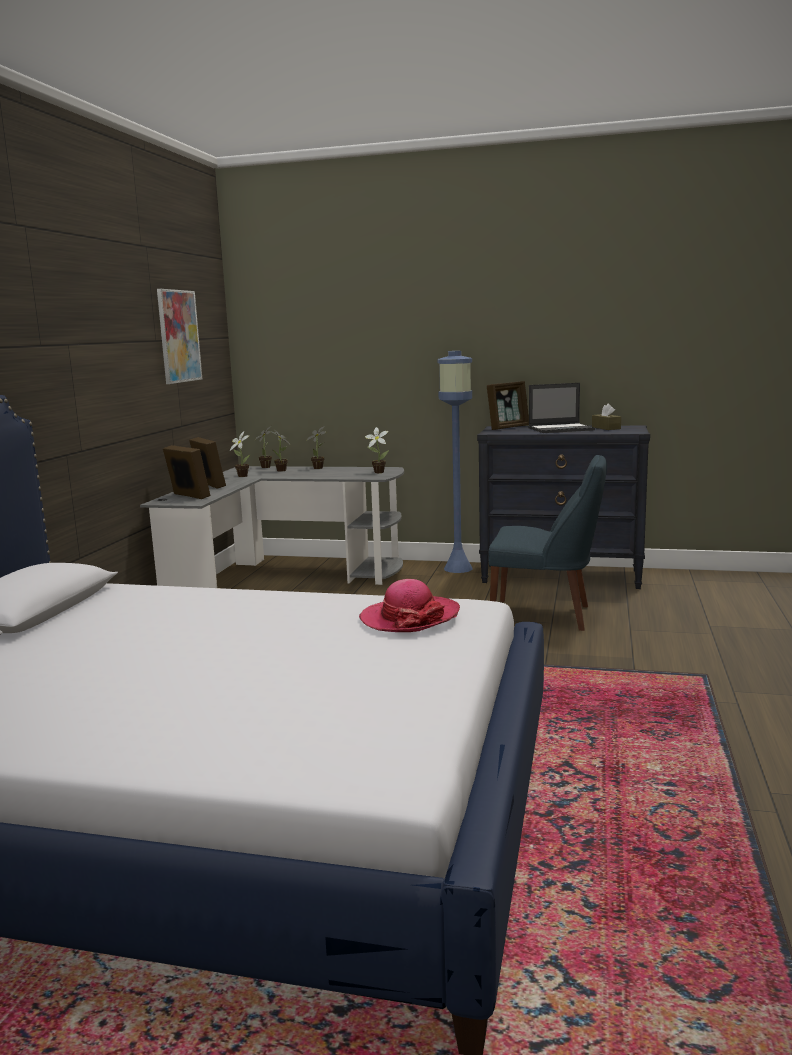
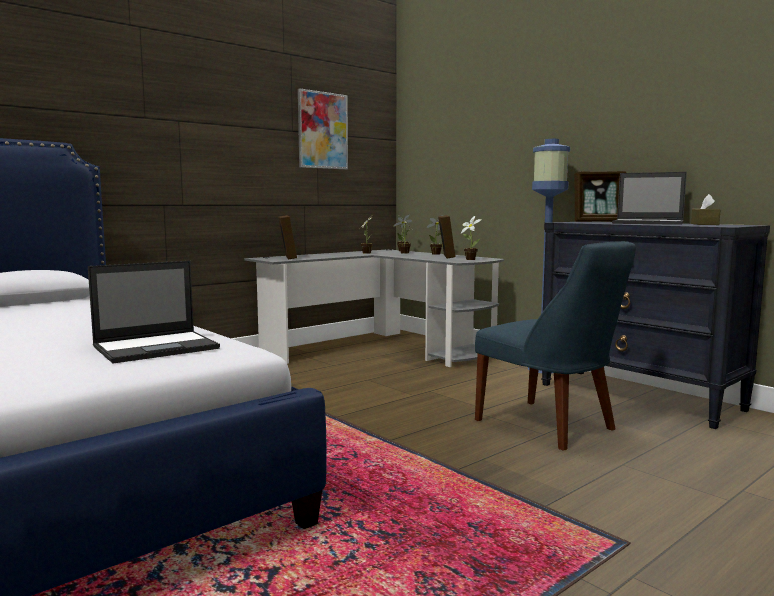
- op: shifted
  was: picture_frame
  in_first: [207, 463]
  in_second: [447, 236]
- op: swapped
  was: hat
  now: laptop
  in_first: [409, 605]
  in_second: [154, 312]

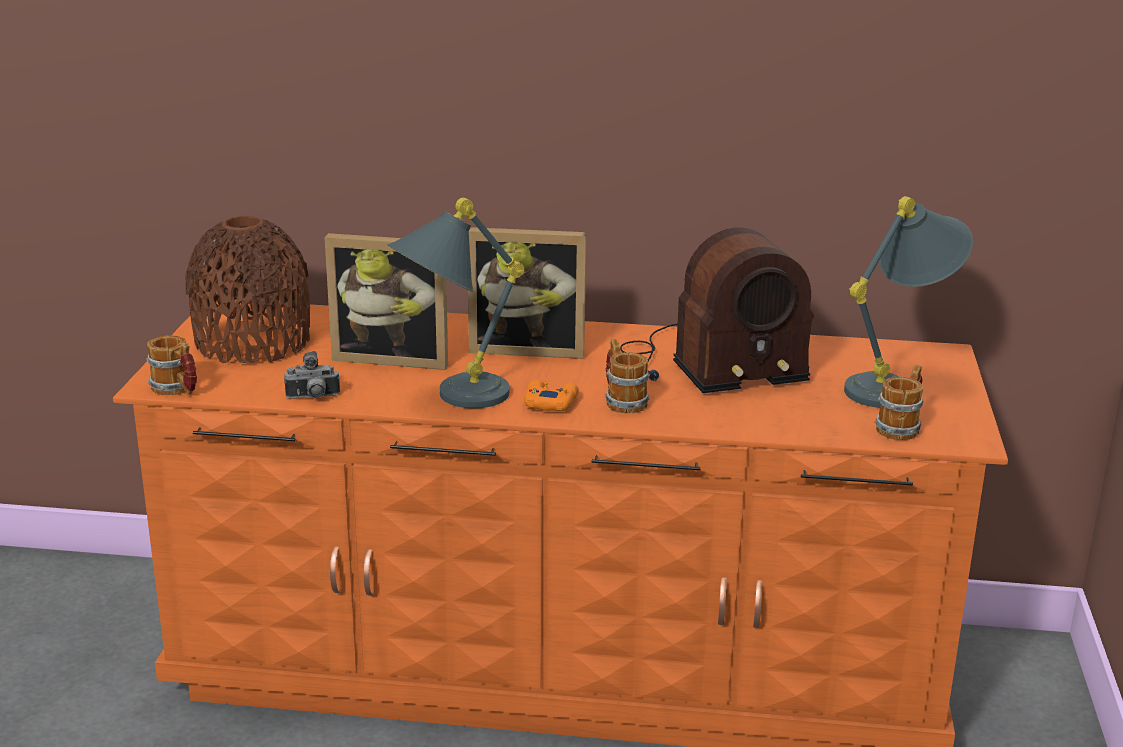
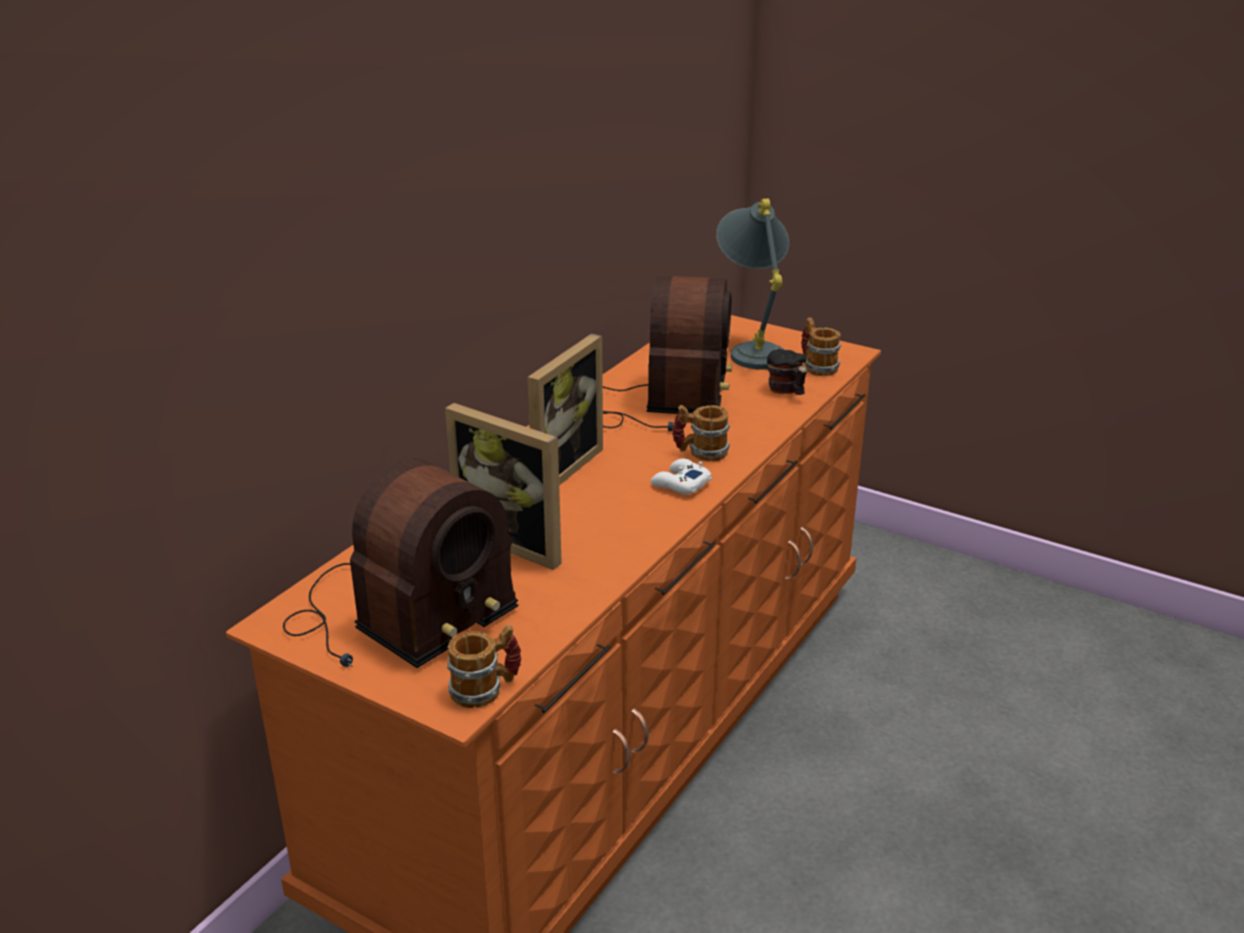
- op: swapped
  was: brown_vase
  now: radio
  in_first: [247, 290]
  in_second: [400, 563]
- op: gone
  was: photo_camera
  in_first: [312, 375]
- op: rotated
  was: picture_frame
  in_first: [386, 301]
  in_second: [503, 486]
  clockwise: 90
- op: gone
  was: grey_table_lamp
  in_first: [455, 303]
- op: repainted
  was: orange_game_controller
  now: white_game_controller
  in_first: [551, 395]
  in_second: [681, 477]
- op: new
  now: mug
  in_second: [787, 372]

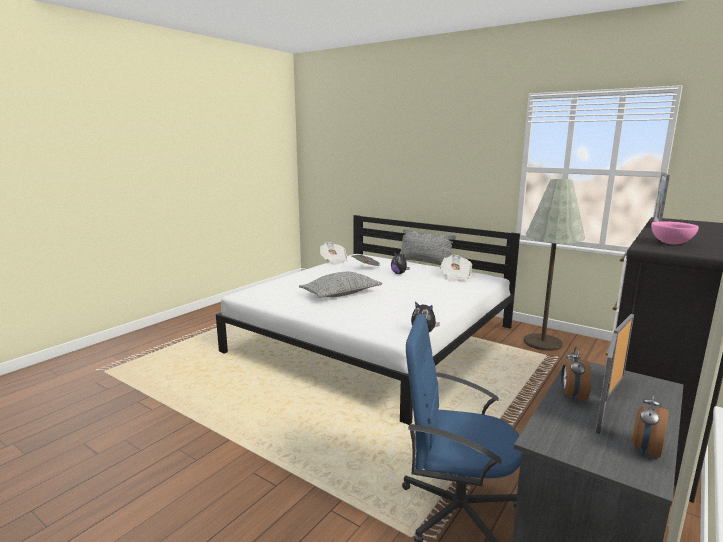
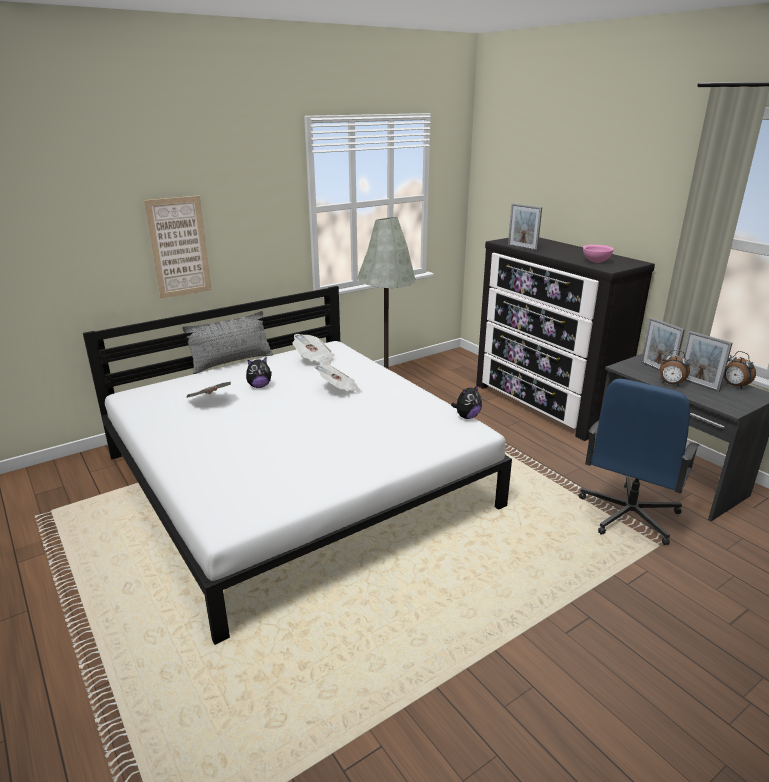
- op: gone
  was: grey_pillow
  in_first: [340, 285]
- op: shifted
  was: newspaper
  in_first: [334, 253]
  in_second: [338, 378]
- op: new
  now: picture
  in_second: [177, 247]

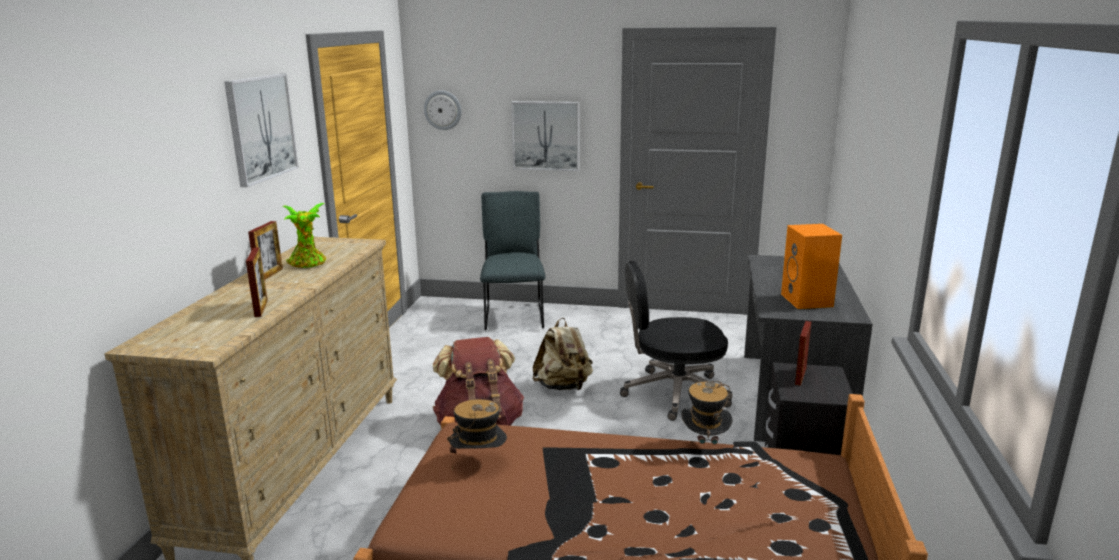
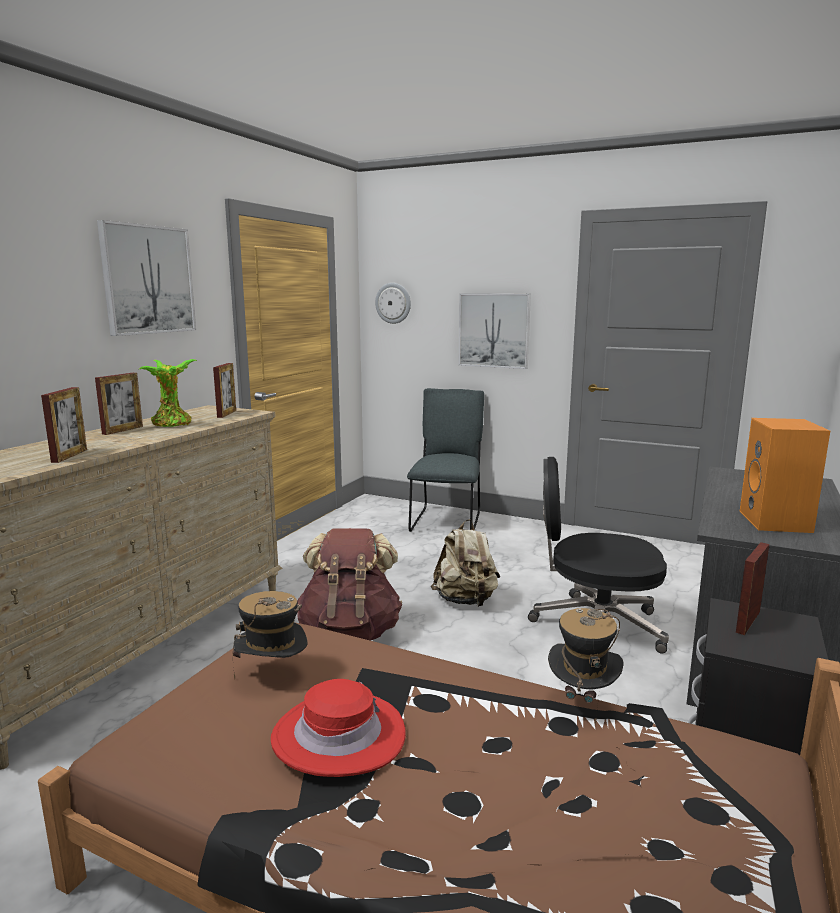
- op: new
  now: picture_frame
  in_second: [224, 390]
- op: new
  now: red_hat
  in_second: [338, 728]

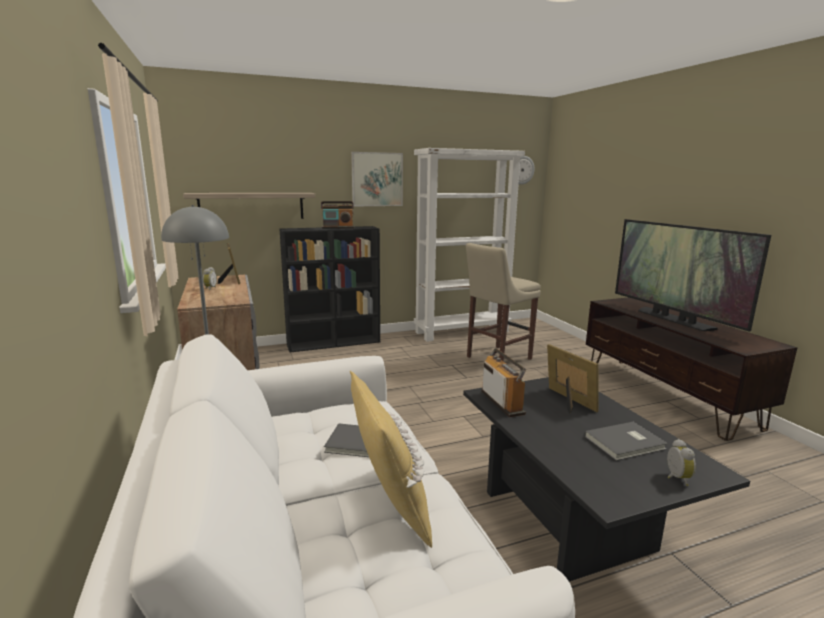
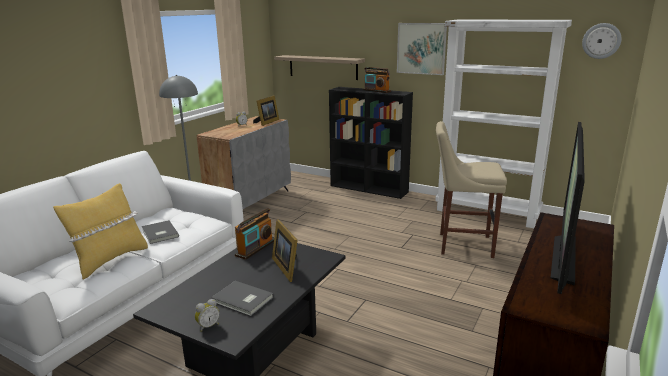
- op: rotated
  was: picture_frame
  in_first: [572, 379]
  in_second: [285, 250]
  clockwise: 135

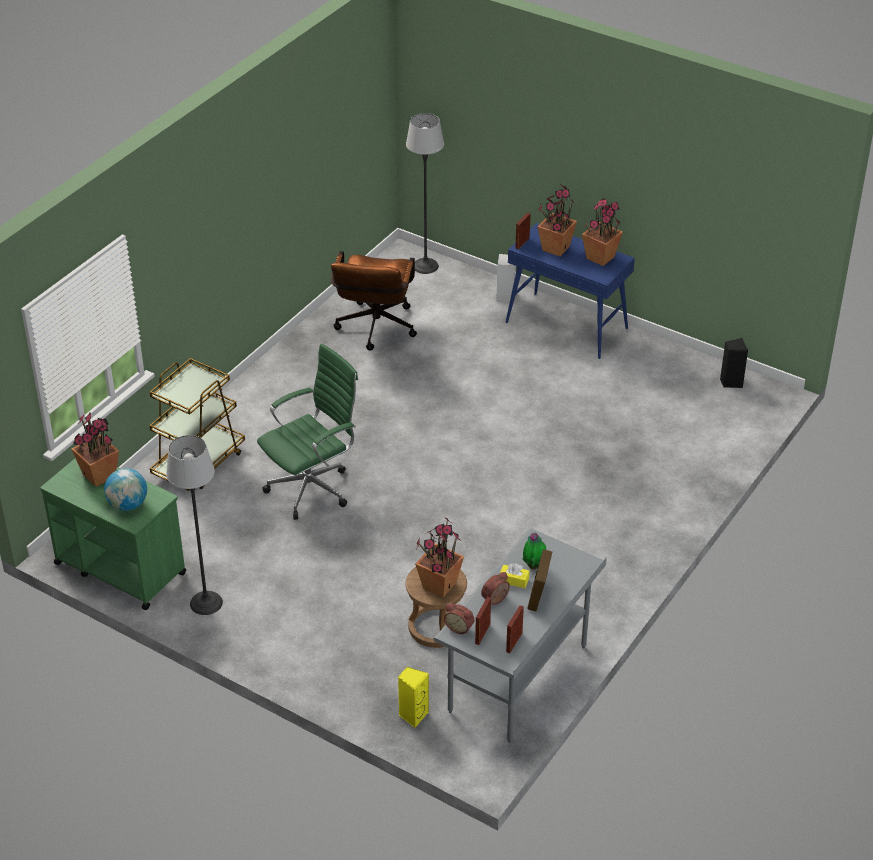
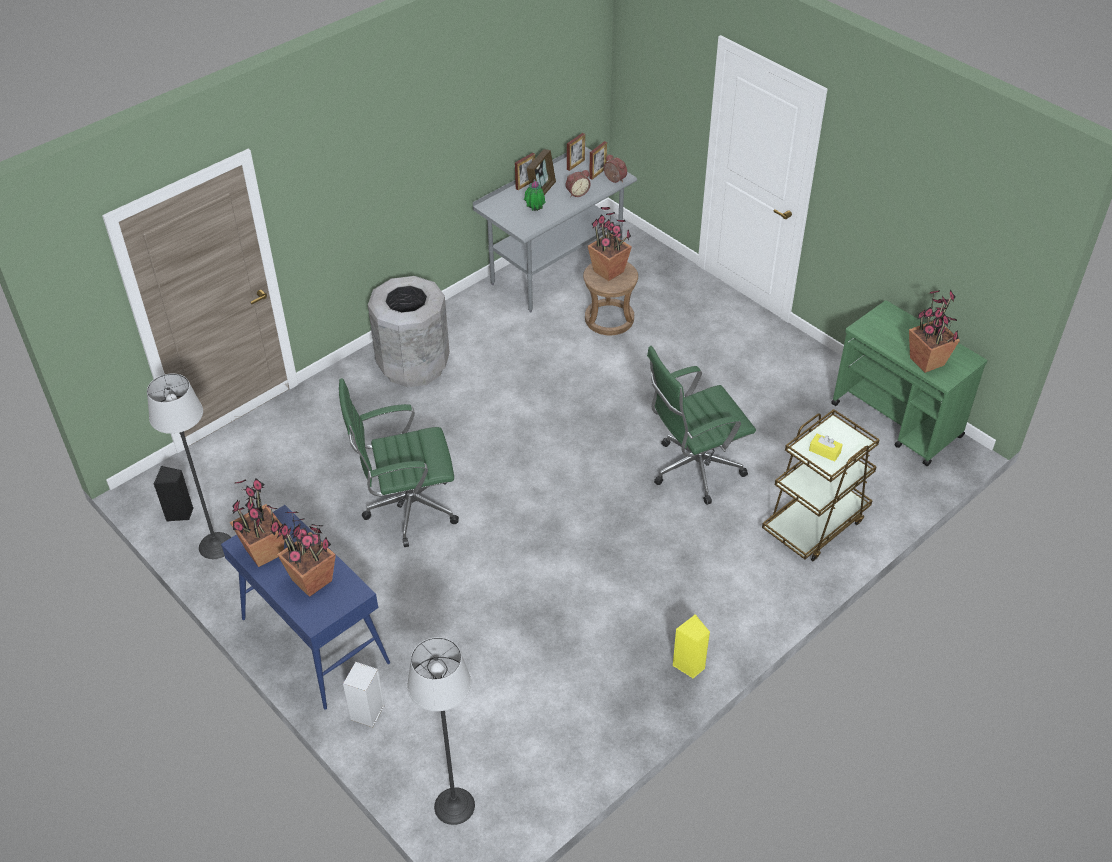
- op: gone
  was: globe
  in_first: [125, 489]
- op: shifted
  was: floor_lamp
  in_first: [194, 525]
  in_second: [189, 466]
- op: gone
  was: brown_office_chair
  in_first: [374, 301]
- op: shifted
  was: yellow_speaker
  in_first: [413, 697]
  in_second: [691, 646]
- op: shifted
  was: yellow_tissue_box
  in_first: [514, 575]
  in_second: [826, 448]
- op: shifted
  was: picture_frame
  in_first: [523, 231]
  in_second: [525, 171]
- op: new
  now: green_office_chair
  in_second: [399, 462]
- op: new
  now: grey_trash_can
  in_second: [409, 331]

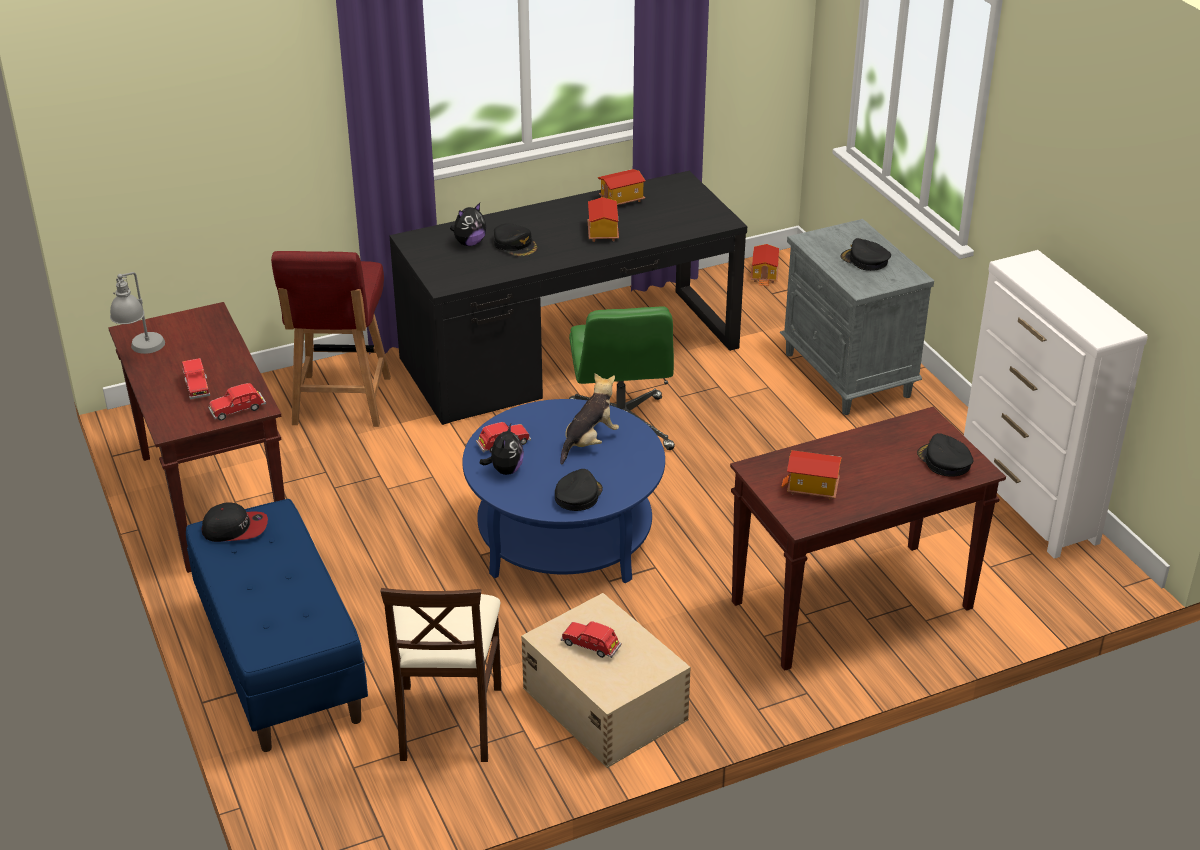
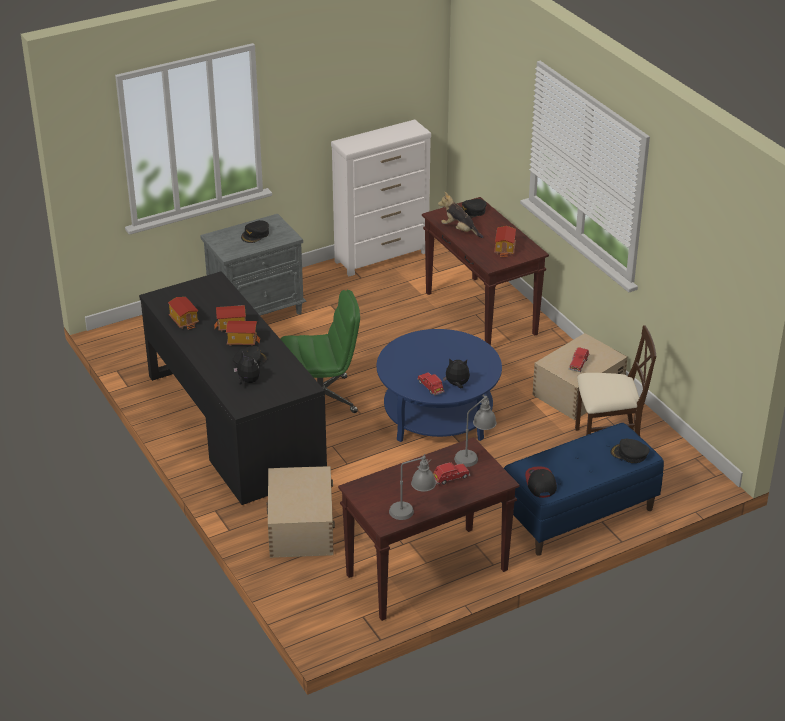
- op: swapped
  was: red_toy_car
  now: grey_table_lamp
  in_first: [237, 402]
  in_second: [475, 430]
- op: swapped
  was: red_chair
  now: beige_storage_box
  in_first: [331, 339]
  in_second: [300, 512]
- op: shifted
  was: black_cap
  in_first: [579, 490]
  in_second: [630, 451]
- op: shifted
  was: plush_toy
  in_first: [589, 419]
  in_second: [460, 215]
- op: shifted
  was: toy_house
  in_first: [765, 265]
  in_second: [243, 333]

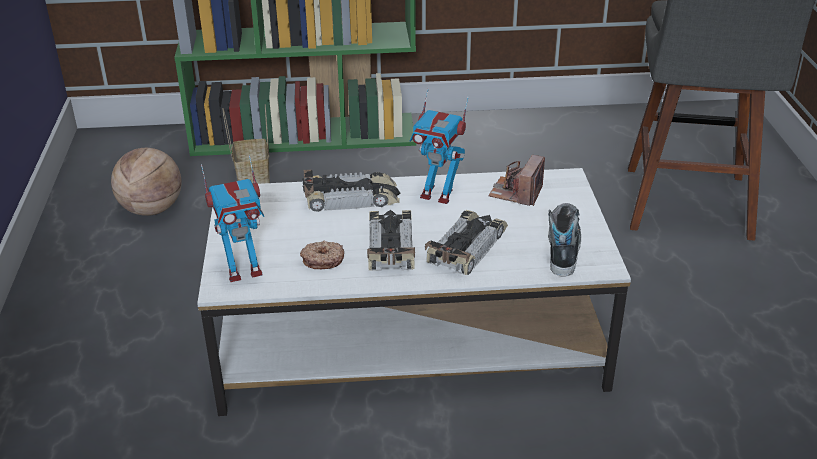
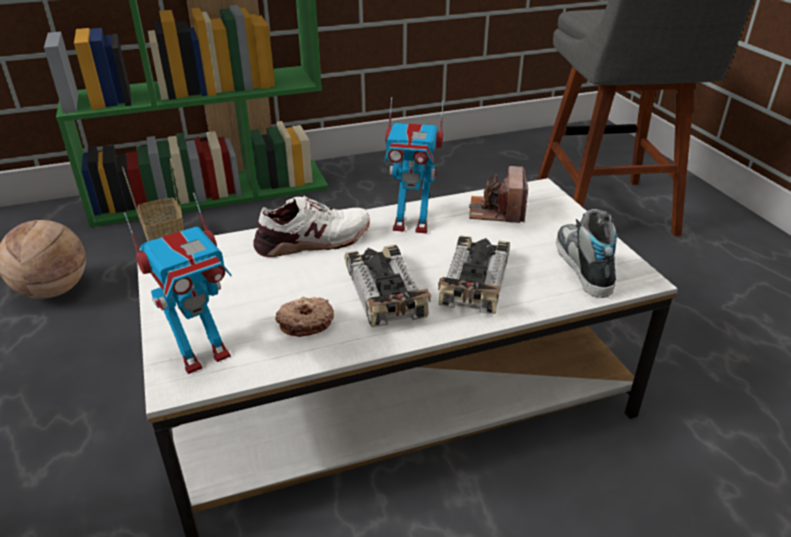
- op: swapped
  was: toy_car
  now: white_shoe
  in_first: [351, 191]
  in_second: [311, 226]

